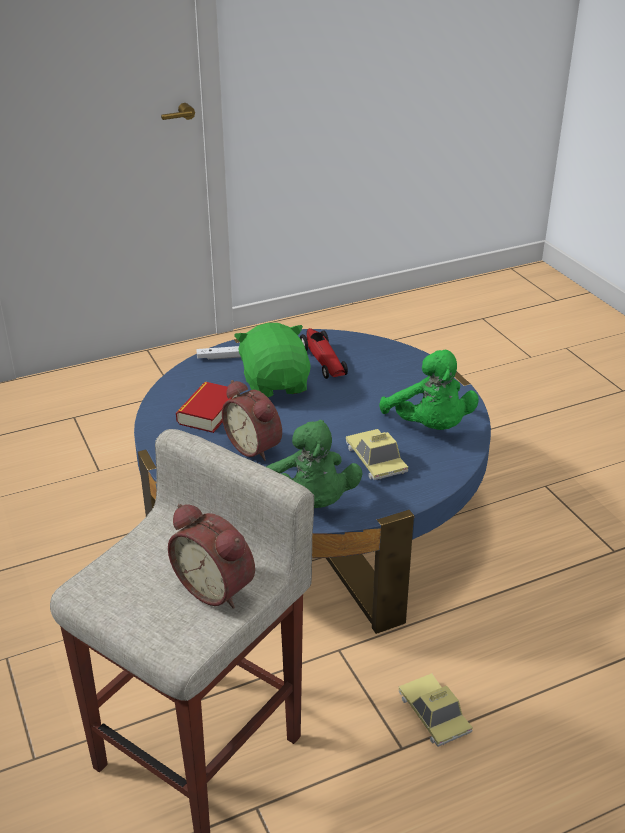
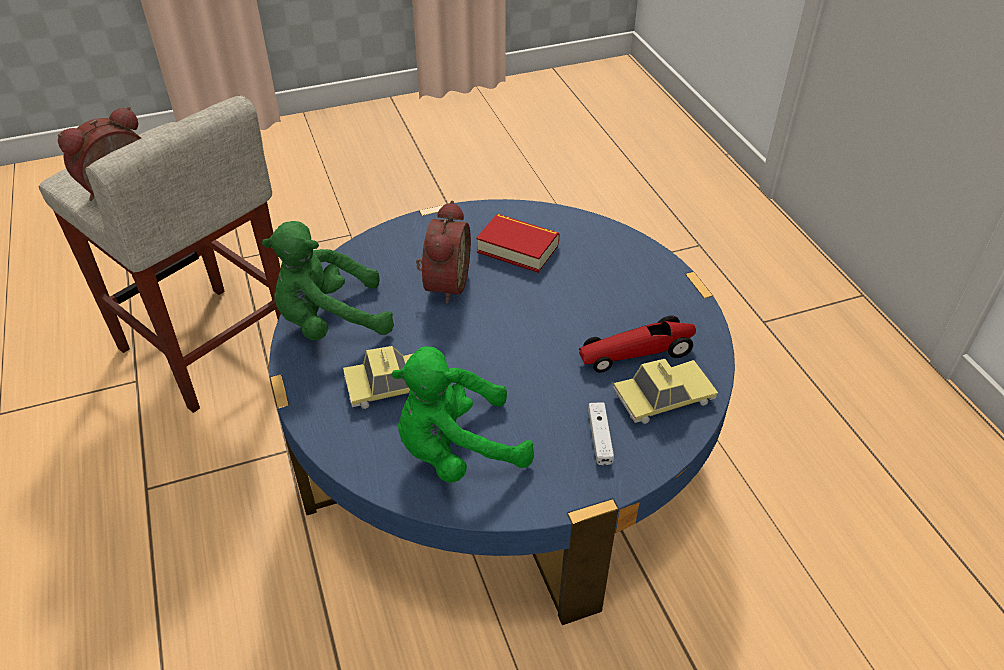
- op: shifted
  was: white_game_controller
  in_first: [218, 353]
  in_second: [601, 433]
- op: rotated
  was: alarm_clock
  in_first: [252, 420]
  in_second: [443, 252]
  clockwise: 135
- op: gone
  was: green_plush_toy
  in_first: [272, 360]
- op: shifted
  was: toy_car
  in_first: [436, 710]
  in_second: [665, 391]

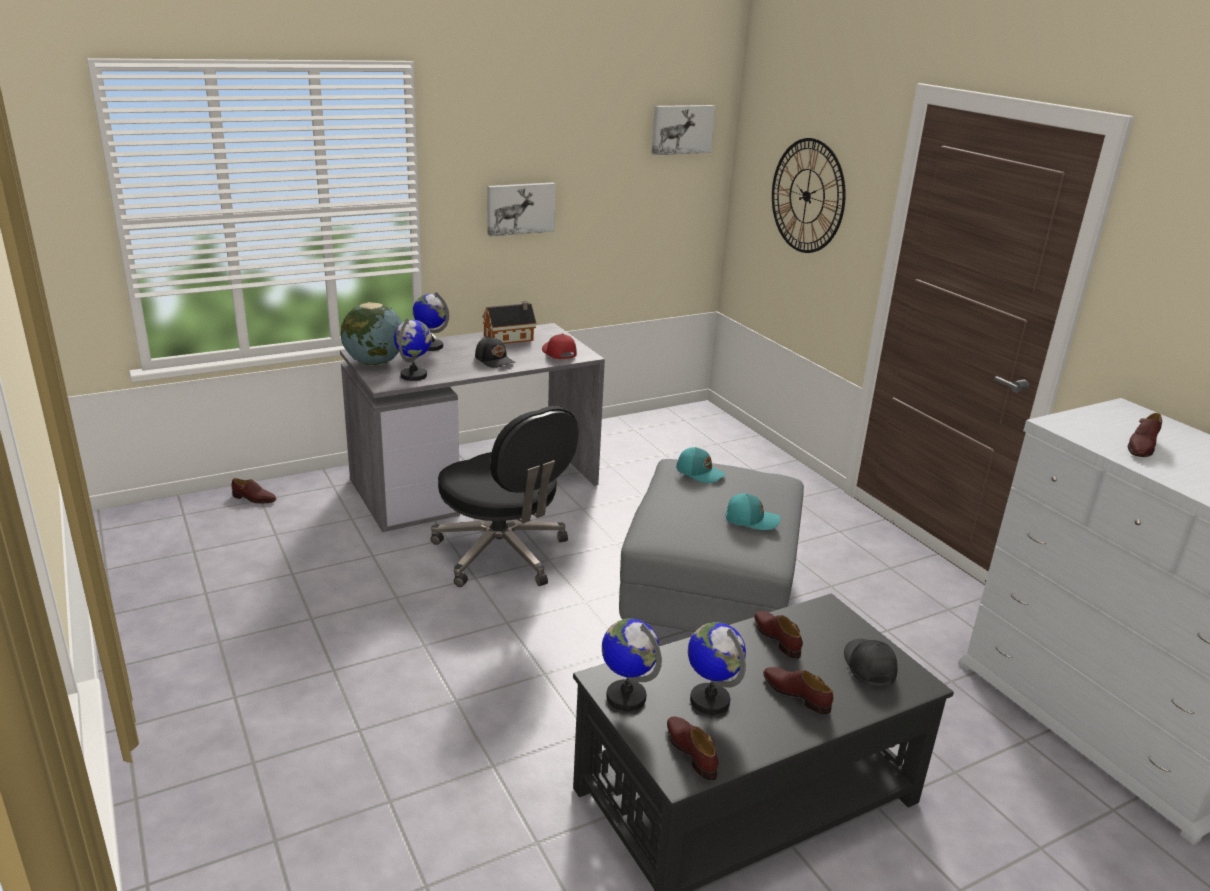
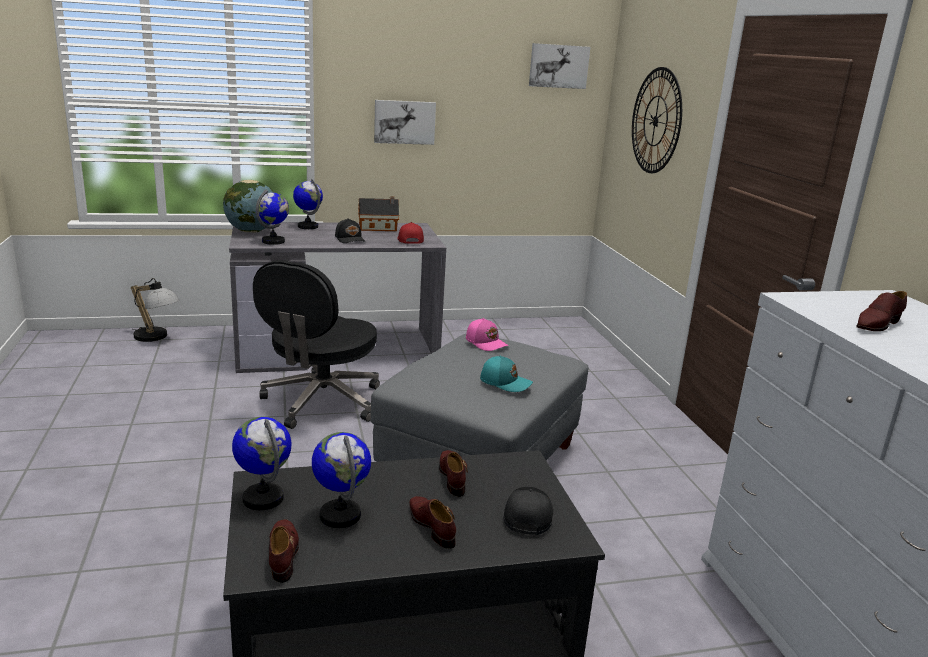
- op: swapped
  was: brown_shoe
  now: table_lamp
  in_first: [253, 490]
  in_second: [155, 310]
- op: rotated
  was: black_office_chair
  in_first: [505, 496]
  in_second: [316, 344]
  clockwise: 45
- op: repainted
  was: turquoise_cap
  now: pink_cap
  in_first: [701, 465]
  in_second: [487, 334]

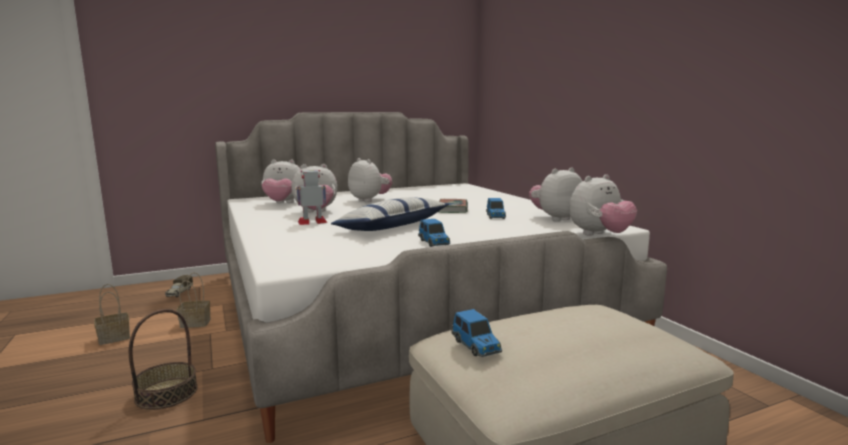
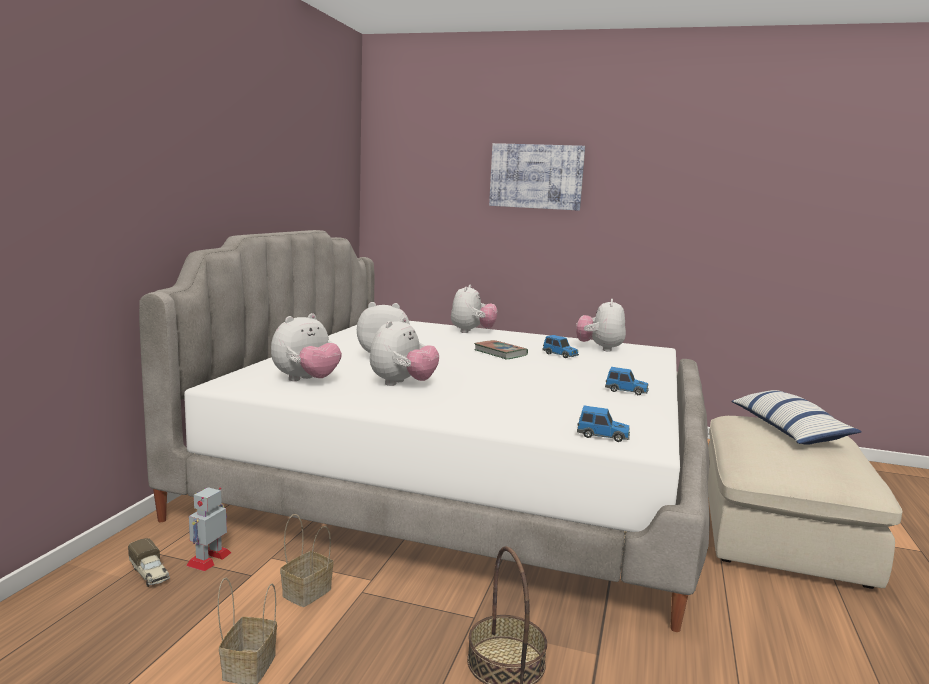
- op: shifted
  was: toy_robot
  in_first: [311, 197]
  in_second: [208, 529]
- op: shifted
  was: pillow
  in_first: [390, 214]
  in_second: [796, 417]
- op: shifted
  was: toy_car
  in_first: [477, 333]
  in_second: [603, 424]
- op: shifted
  was: plush_toy
  in_first: [603, 204]
  in_second: [474, 308]
- op: new
  now: picture
  in_second: [537, 177]

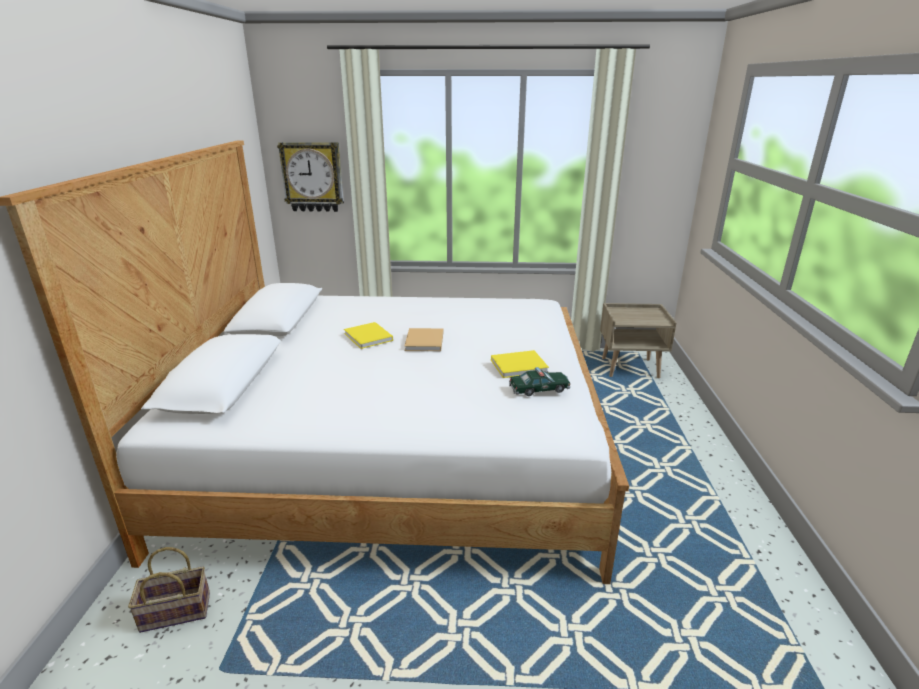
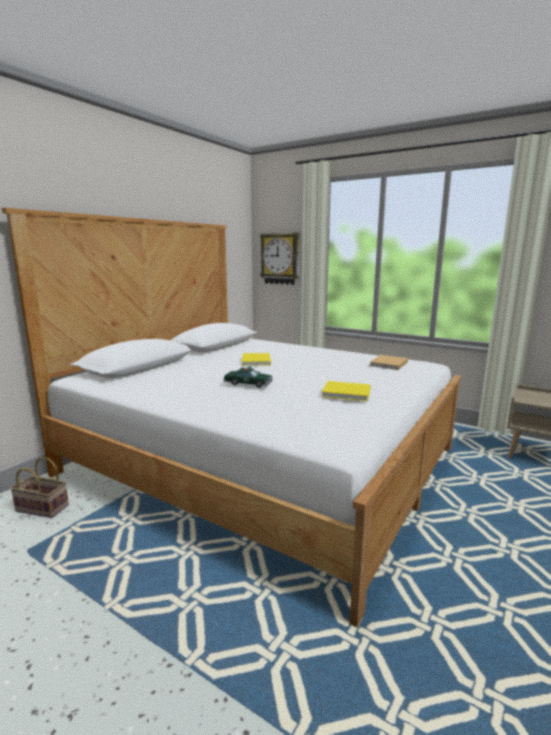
- op: shifted
  was: beige_book
  in_first: [424, 339]
  in_second: [388, 362]
- op: shifted
  was: toy_car
  in_first: [540, 381]
  in_second: [248, 377]

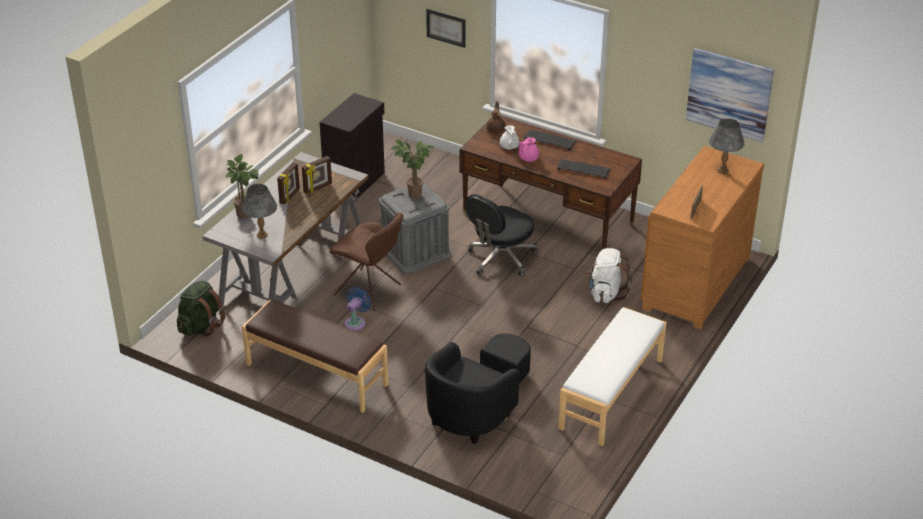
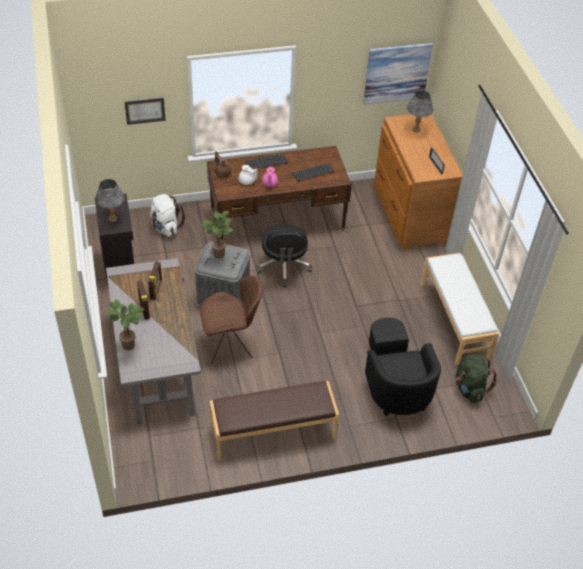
- op: shifted
  was: green_backpack
  in_first: [201, 309]
  in_second: [476, 378]
- op: shifted
  was: grey_table_lamp
  in_first: [259, 211]
  in_second: [110, 200]
- op: gone
  was: blue_fan
  in_first: [358, 309]
- op: shifted
  was: white_backpack
  in_first: [609, 275]
  in_second: [167, 215]

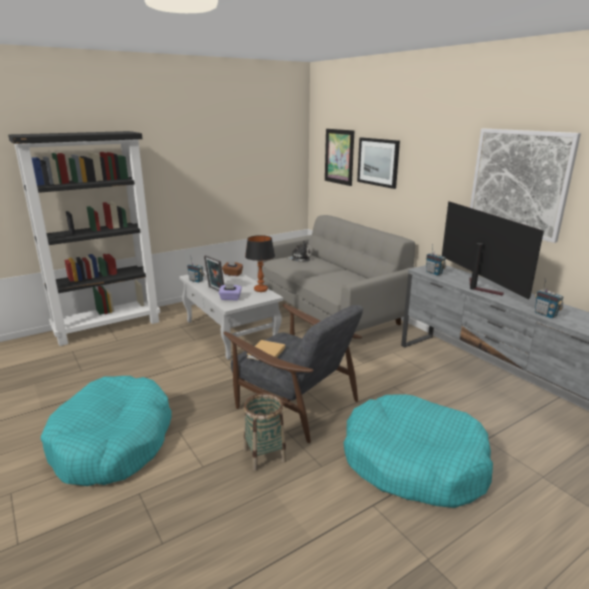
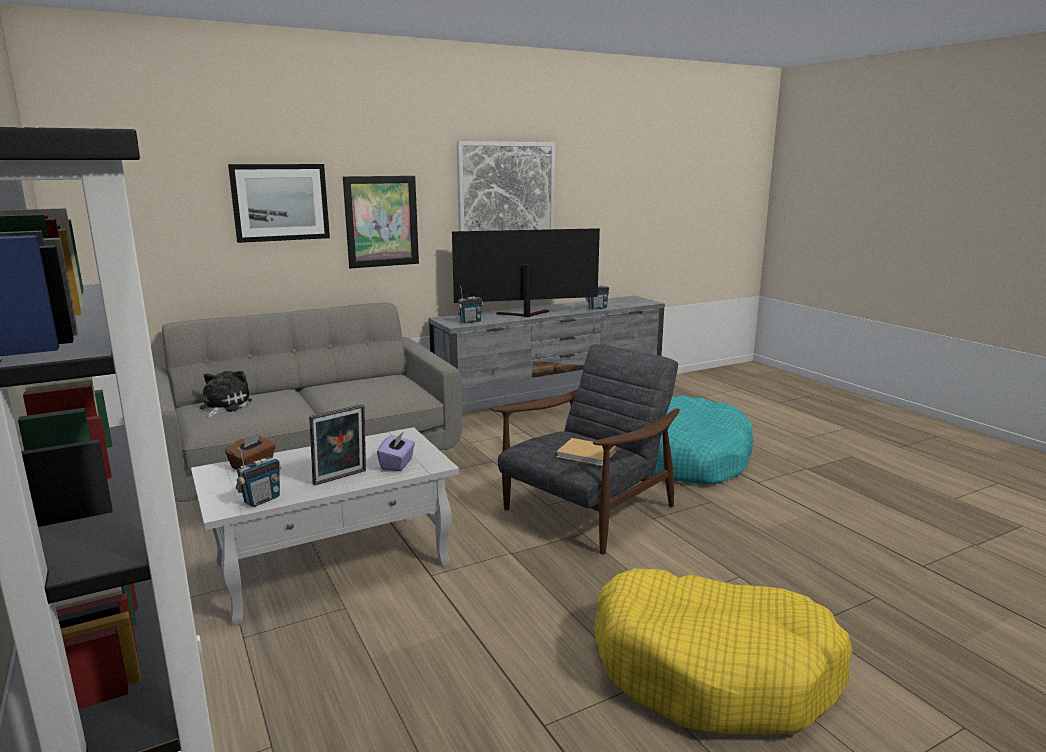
- op: repainted
  was: turquoise_dog_bed
  now: yellow_dog_bed
  in_first: [106, 431]
  in_second: [723, 651]
- op: gone
  was: basket
  in_first: [265, 432]
- op: gone
  was: table_lamp
  in_first: [260, 263]
- op: shifted
  was: picture
  in_first: [339, 157]
  in_second: [381, 222]

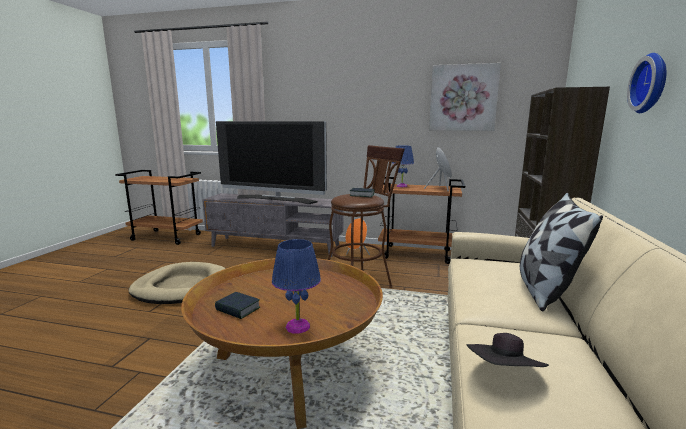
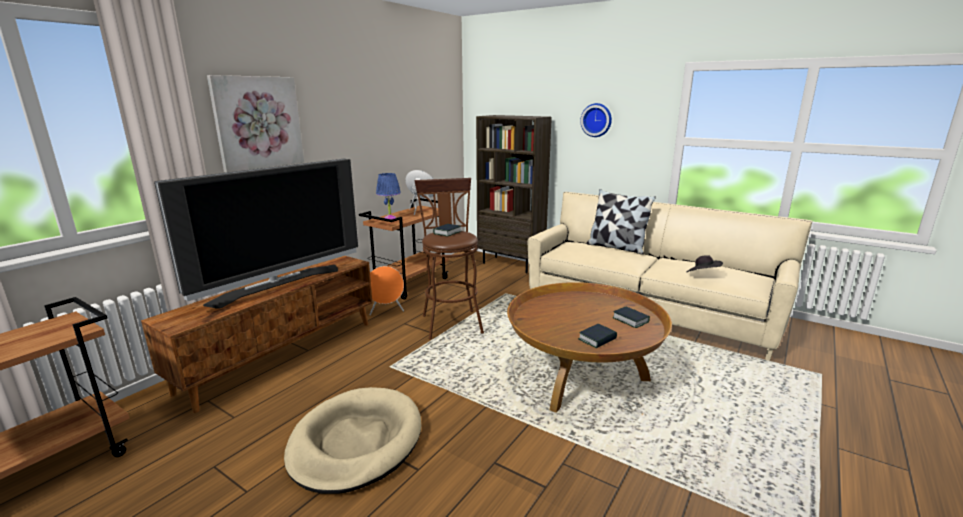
- op: repainted
  was: grey_tv_stand
  now: brown_tv_stand
  in_first: [272, 225]
  in_second: [257, 334]
- op: swapped
  was: blue_table_lamp
  now: book
  in_first: [296, 286]
  in_second: [631, 317]
- op: shifted
  was: picture
  in_first: [465, 97]
  in_second: [255, 124]

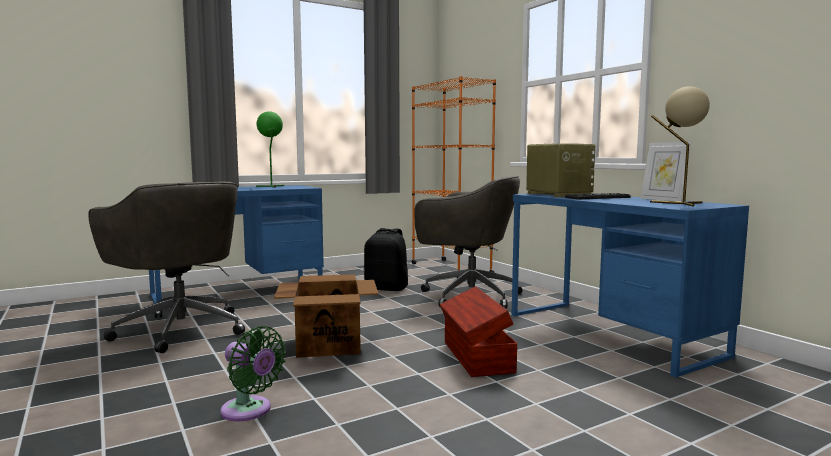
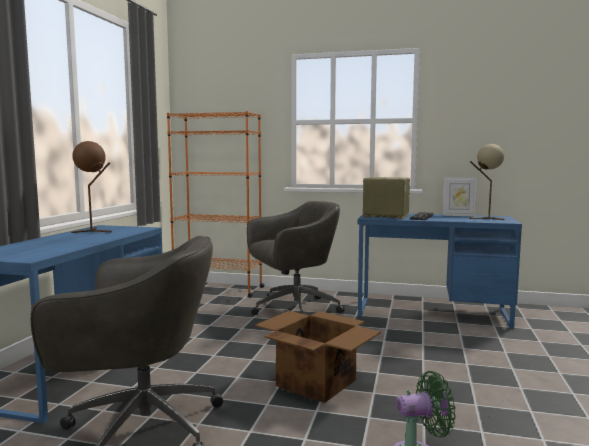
- op: repainted
  was: green_table_lamp
  now: brown_table_lamp
  in_first: [270, 149]
  in_second: [91, 187]
- op: gone
  was: black_backpack
  in_first: [386, 259]
- op: gone
  was: brown_storage_box
  in_first: [478, 331]

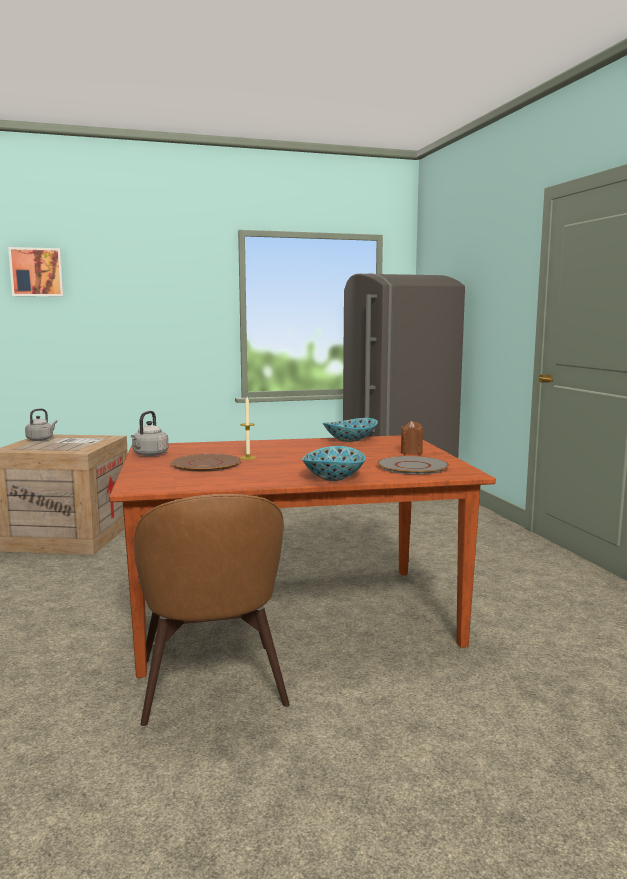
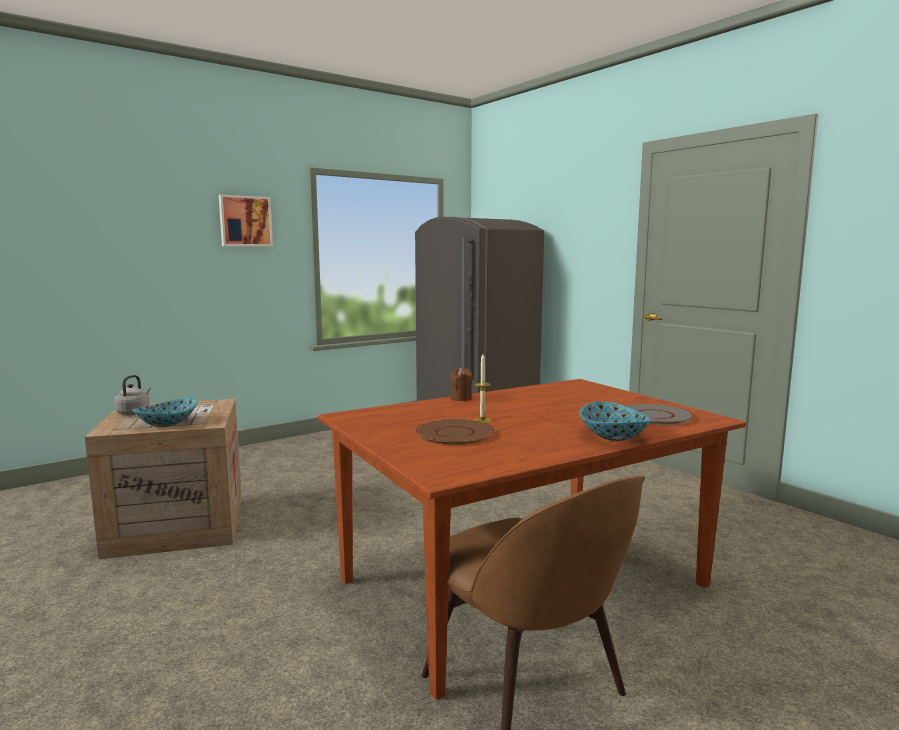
- op: shifted
  was: picture
  in_first: [35, 271]
  in_second: [246, 220]
- op: gone
  was: grey_kettle
  in_first: [149, 433]
- op: shifted
  was: bowl
  in_first: [350, 430]
  in_second: [165, 412]
- op: shifted
  was: brown_candle
  in_first: [412, 438]
  in_second: [461, 384]

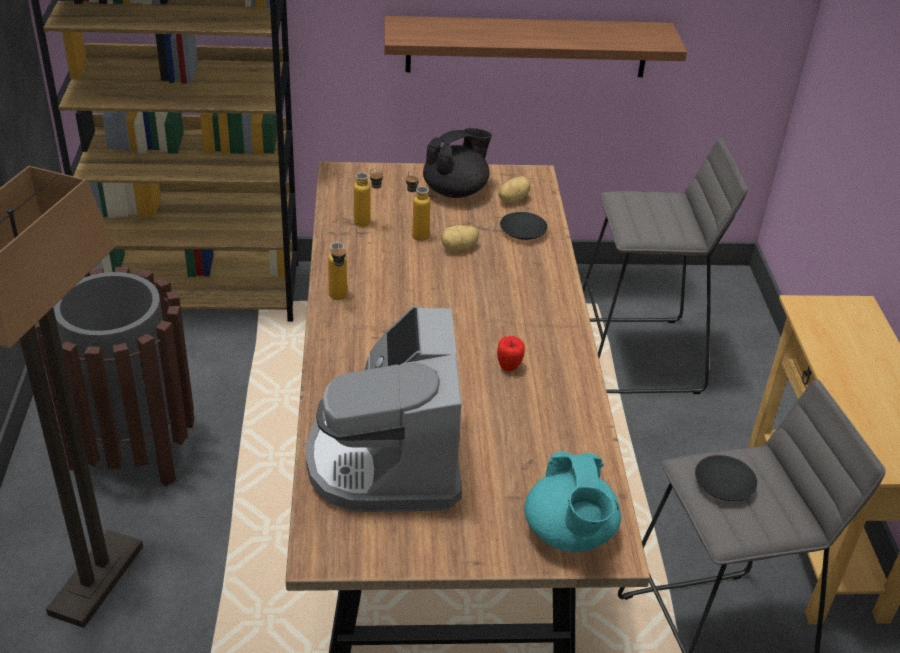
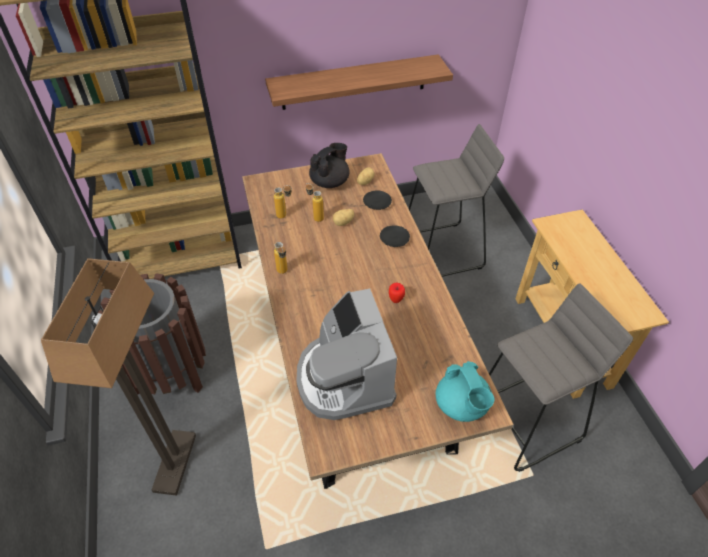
- op: shifted
  was: black_plate
  in_first: [726, 478]
  in_second: [395, 236]

